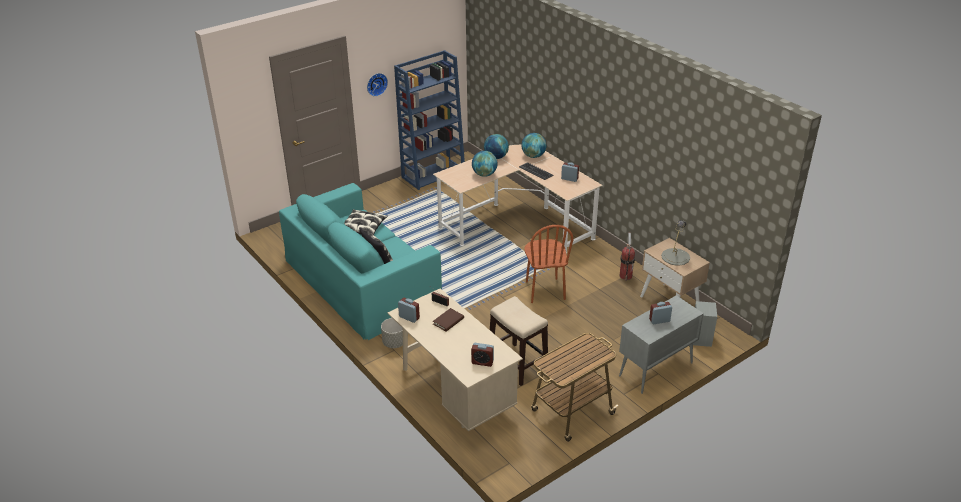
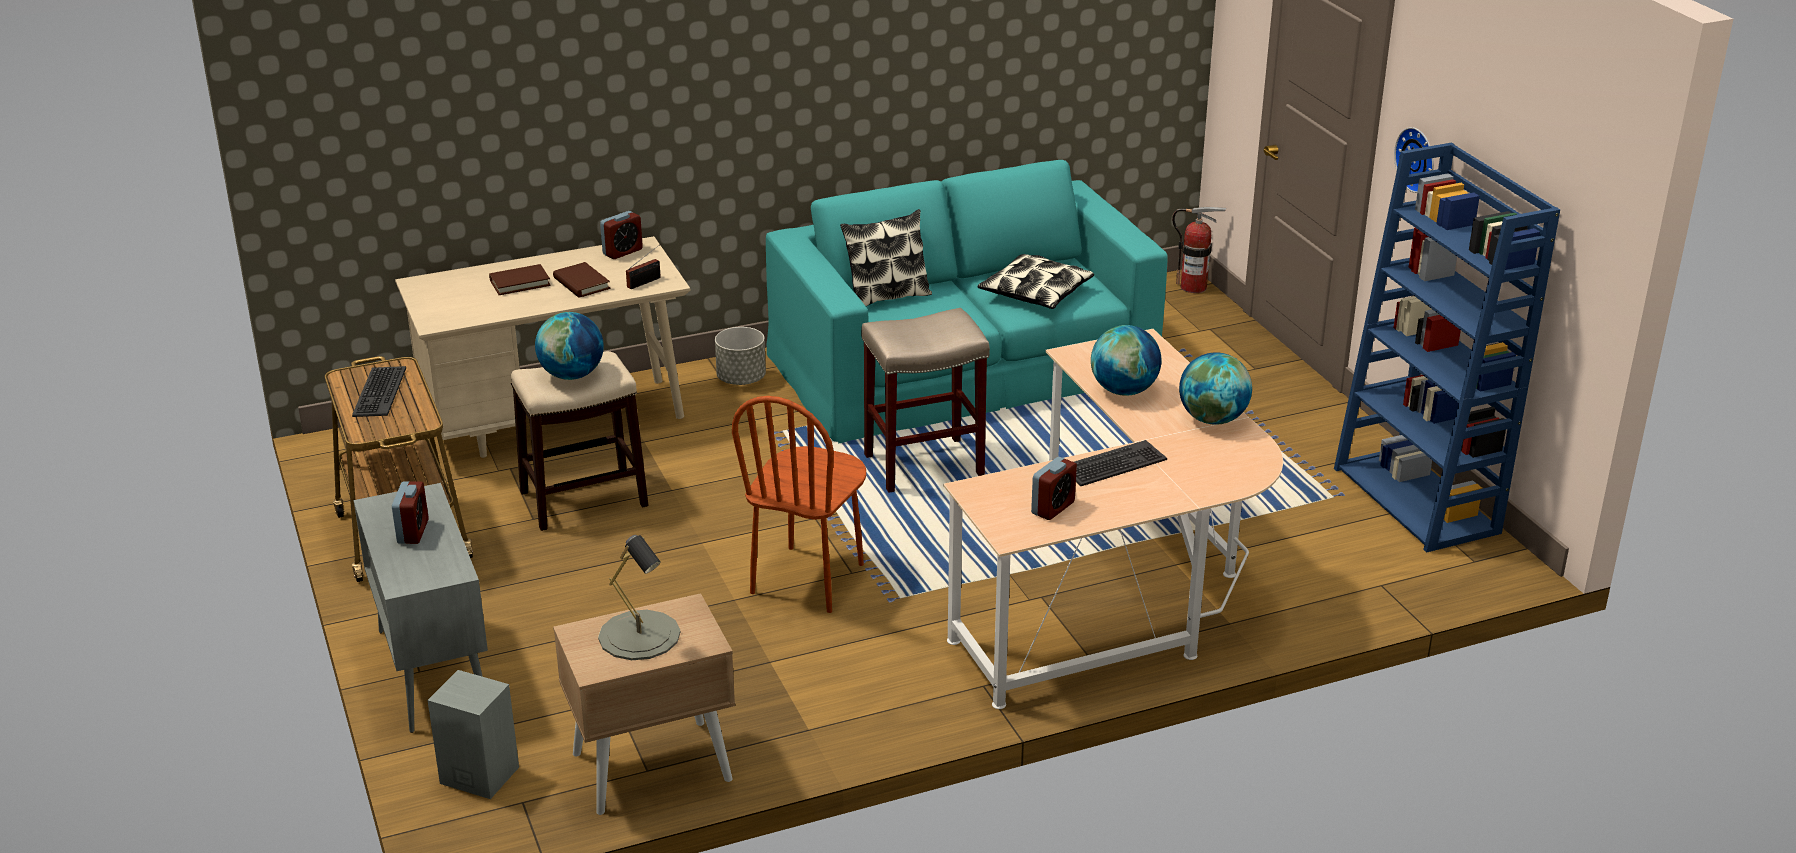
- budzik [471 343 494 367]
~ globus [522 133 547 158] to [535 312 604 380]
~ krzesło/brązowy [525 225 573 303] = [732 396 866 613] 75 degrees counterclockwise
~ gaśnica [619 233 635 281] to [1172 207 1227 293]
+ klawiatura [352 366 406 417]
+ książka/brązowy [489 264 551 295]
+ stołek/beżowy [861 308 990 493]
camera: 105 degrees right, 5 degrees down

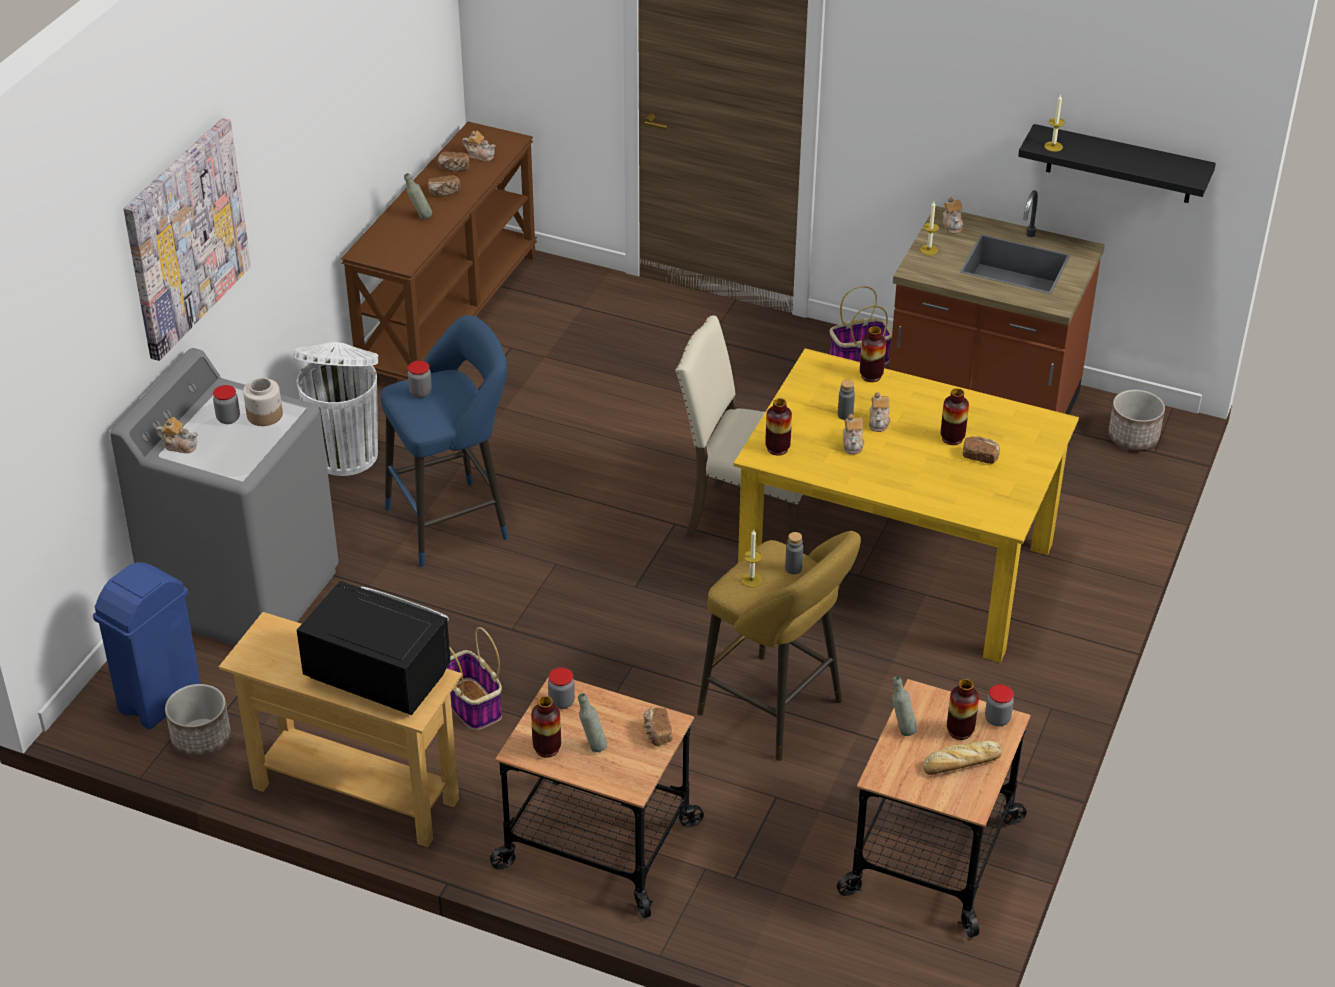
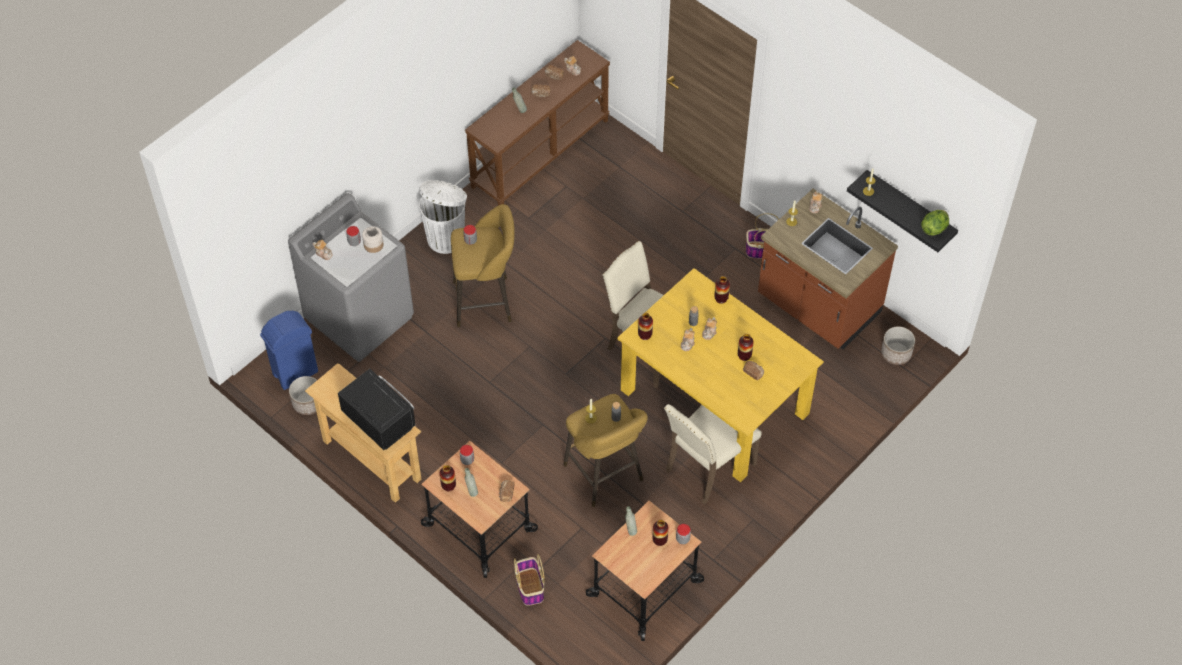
- obraz [123 118 251 361]
~ stołek/niebieski [381 315 509 567] to stołek/żółty [451 204 515 327]
~ koszyk [447 627 502 730] to [514 554 545 606]
- chleb [923 740 1002 775]
+ krzesło/beżowy [664 404 762 504]
+ sałata [921 210 949 236]
camera: 20 degrees right, 15 degrees up

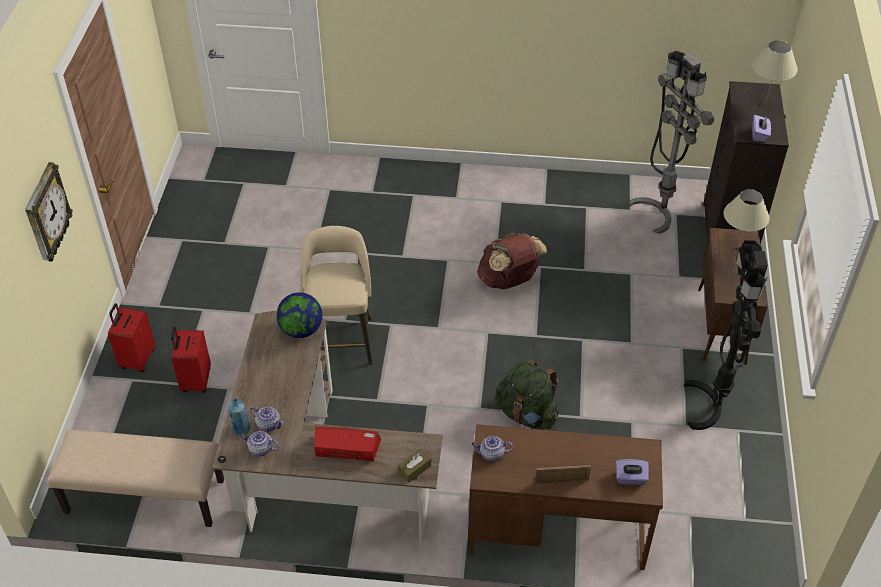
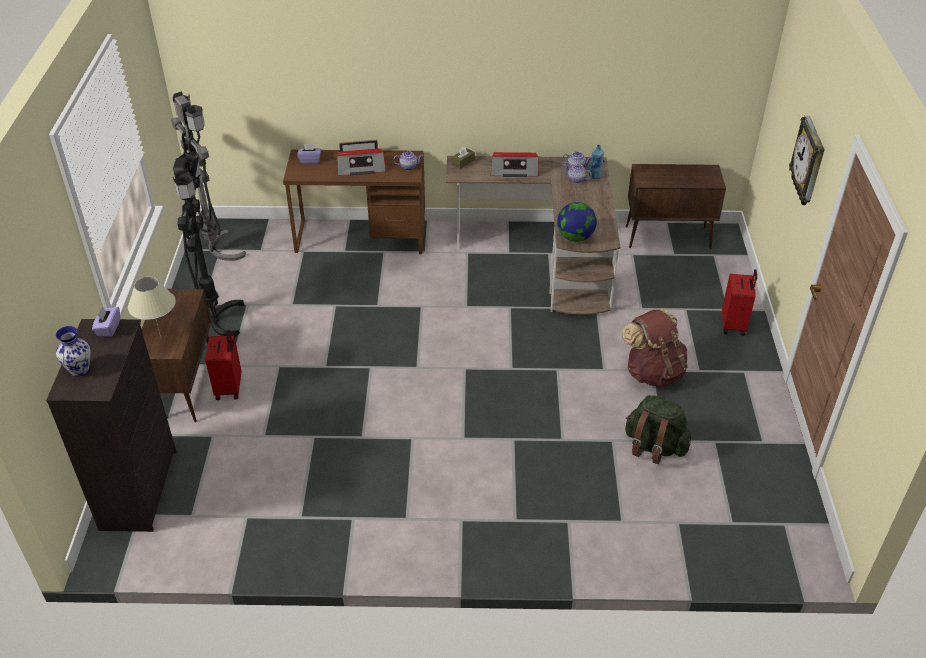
~ ławka/beżowy [47 430 224 527] to szafka/brązowy [626 164 726 249]
~ walizka/czerwony [171 327 211 393] to [205 330 241 400]
- stołek/beżowy [300 226 372 365]
~ plecak/brązowy [477 233 547 290] to [622 308 687 387]
~ plecak/zielony [495 360 559 429] to [625 395 691 464]
~ lampa stojąca/szary [629 51 714 234] to [171 91 246 261]
~ lampa stołowa/beżowy [752 40 798 104] to wazon [56 326 90 377]
+ radio [337 148 386 176]
camera: 175 degrees right, 5 degrees down

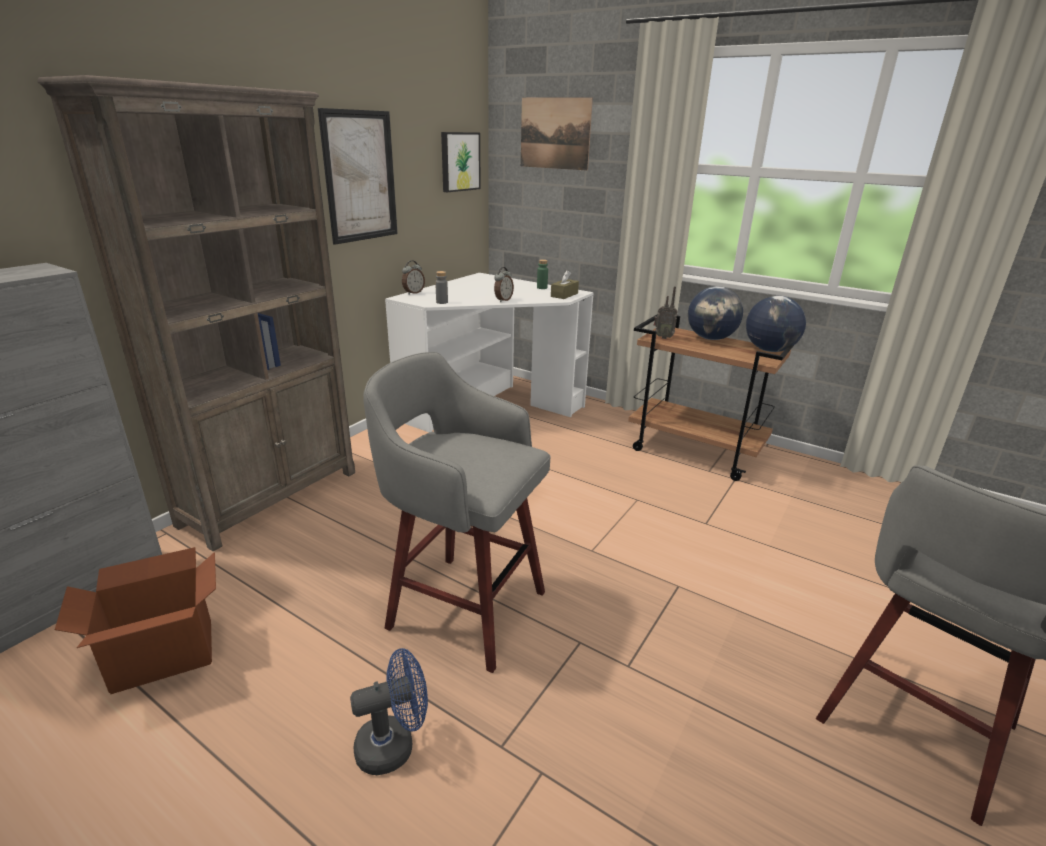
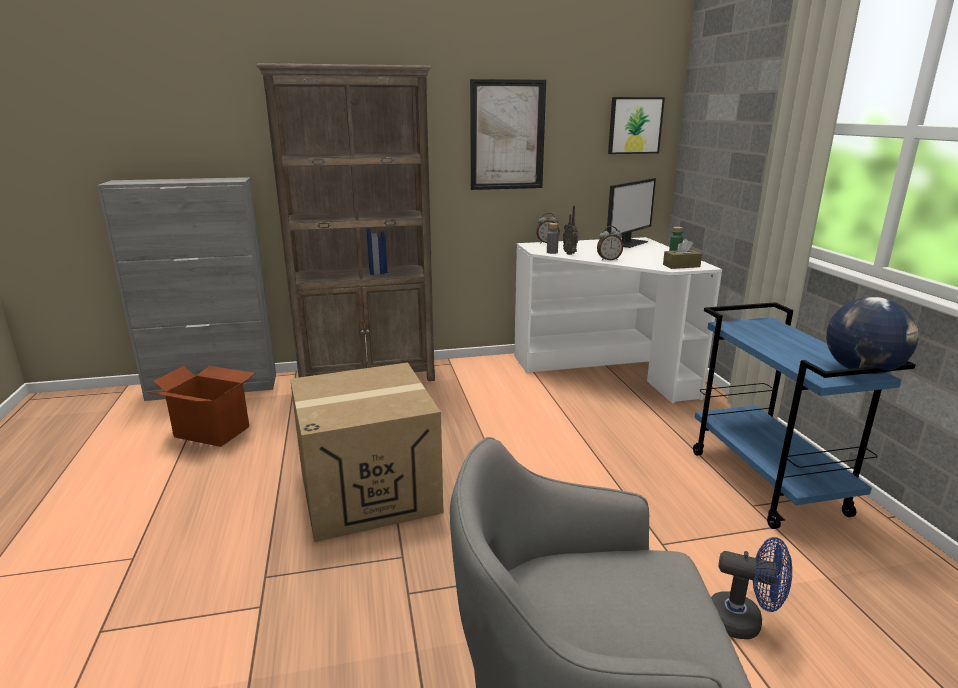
~ wentylator/niebieski [350 648 428 775] to [711 537 792 639]
~ stołek/szary [363 352 550 673] to karton [290 363 443 542]
- obraz [521 97 593 171]
~ wózek/brązowy [628 315 793 481] to wózek/niebieski [693 302 916 529]
~ radio [654 286 677 339] to [563 206 580 255]
- globus [688 286 743 340]
+ monitor [607 178 656 248]
camera: 45 degrees right, 5 degrees down

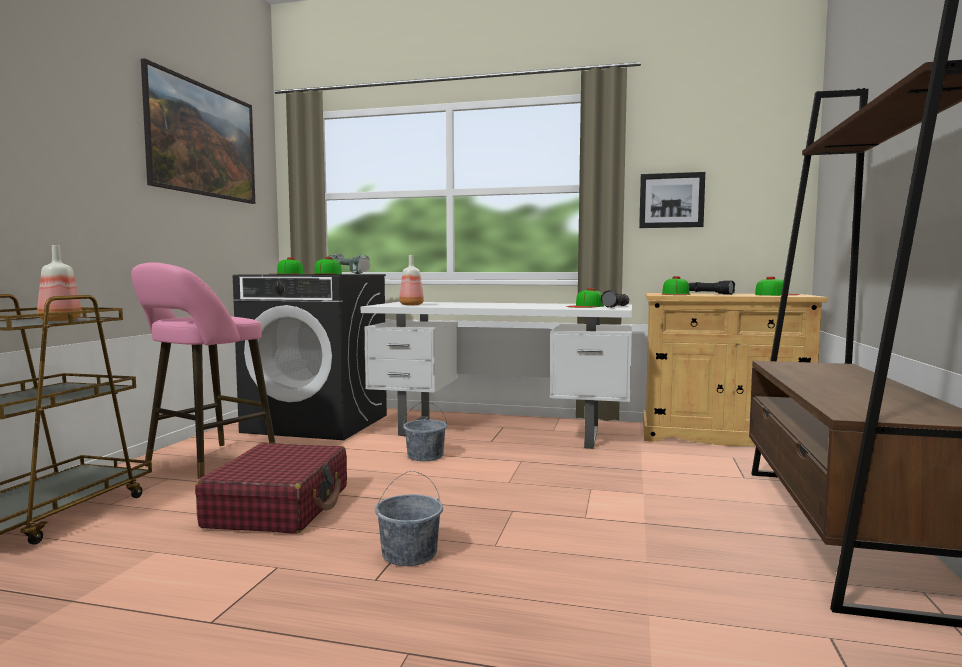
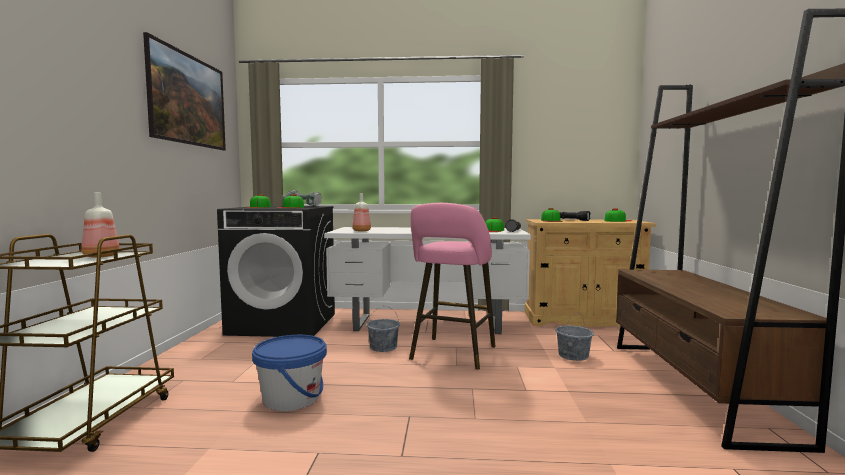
~ stołek/różowy [131 262 276 479] to [409 203 496 370]
~ walizka/czerwony [195 443 347 534] to wiadro/niebieski [252 335 327 411]
~ wiadro/szary [375 471 443 566] to [555 312 594 361]
- obraz [639 172 705 228]
camera: 10 degrees left, 0 degrees up

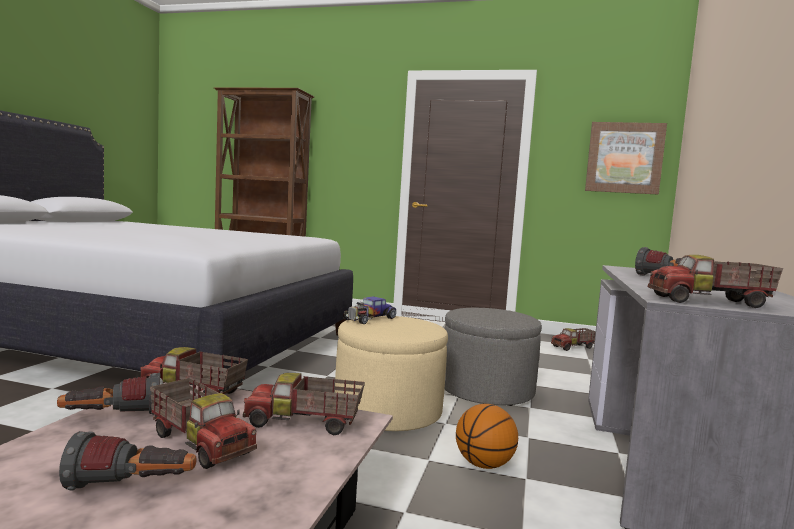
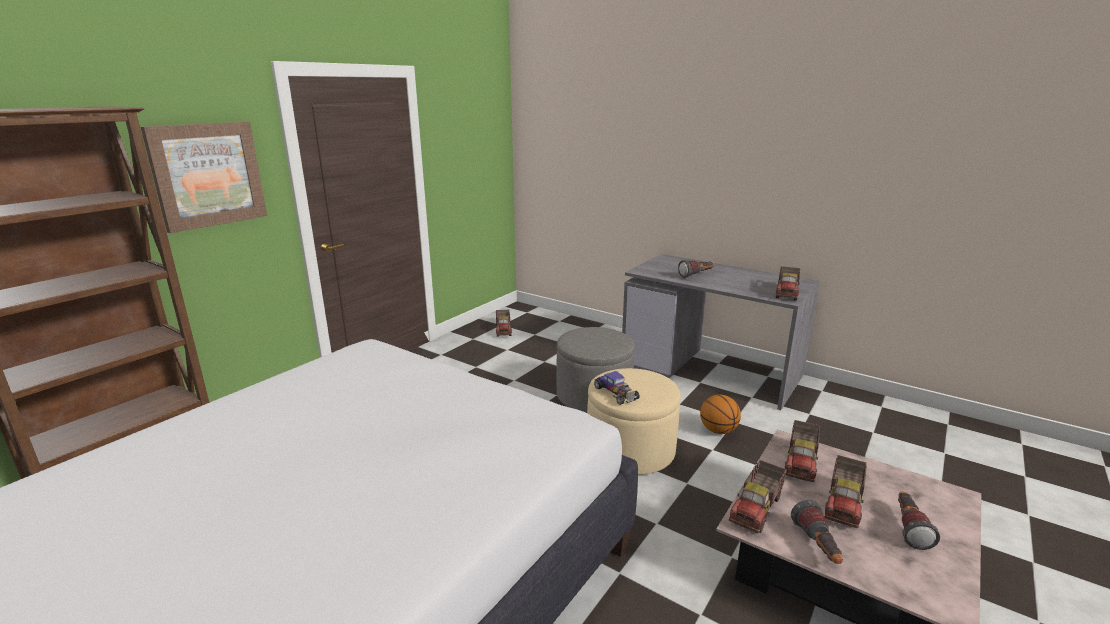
~ ciężarówka zabawkowa [150 378 257 469] = [825 455 867 528] 150 degrees clockwise
~ obraz [585 122 667 195] to [141 122 267 233]
camera: 70 degrees left, 15 degrees up

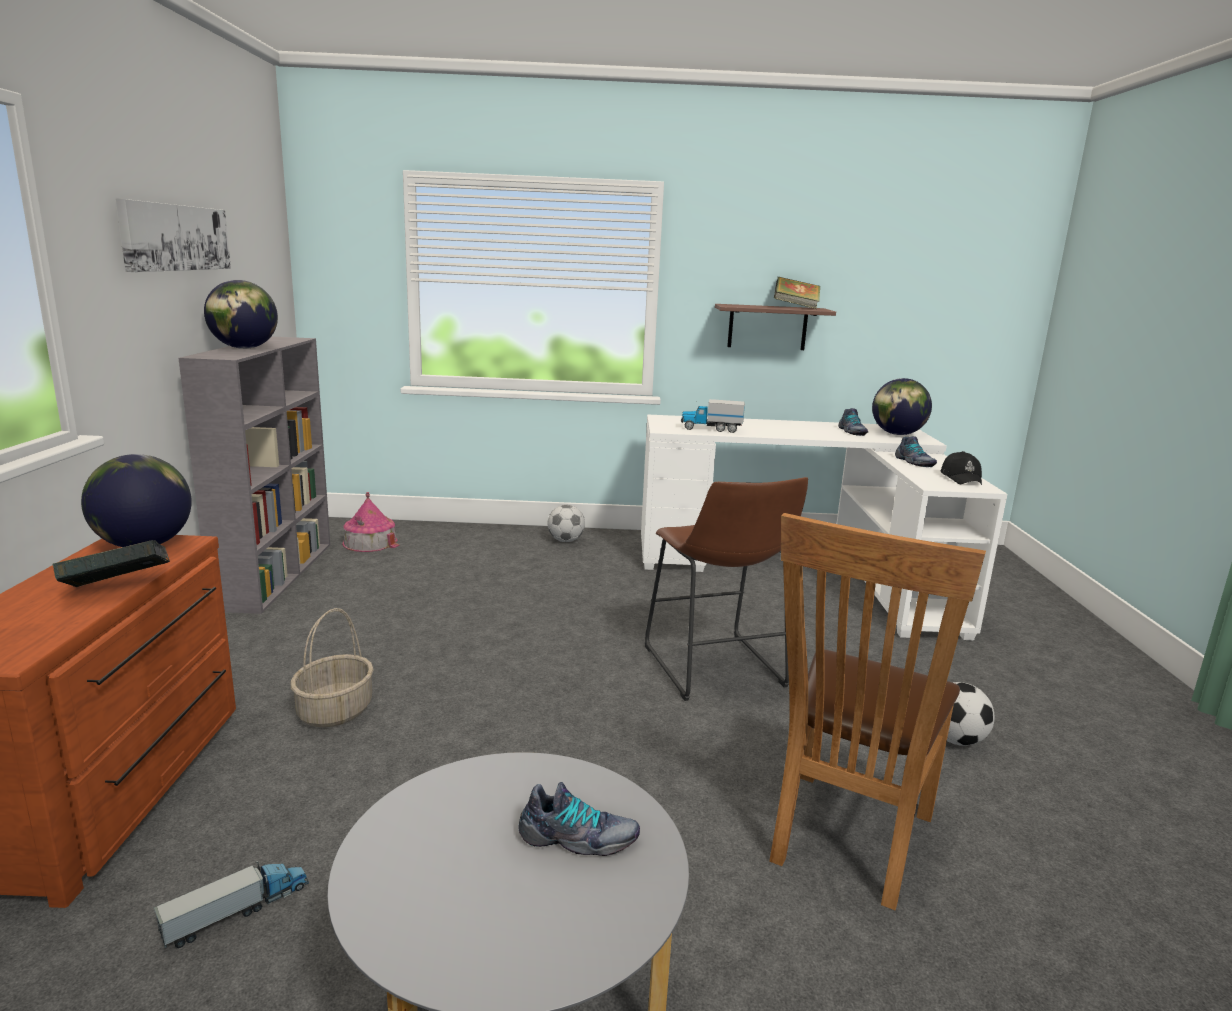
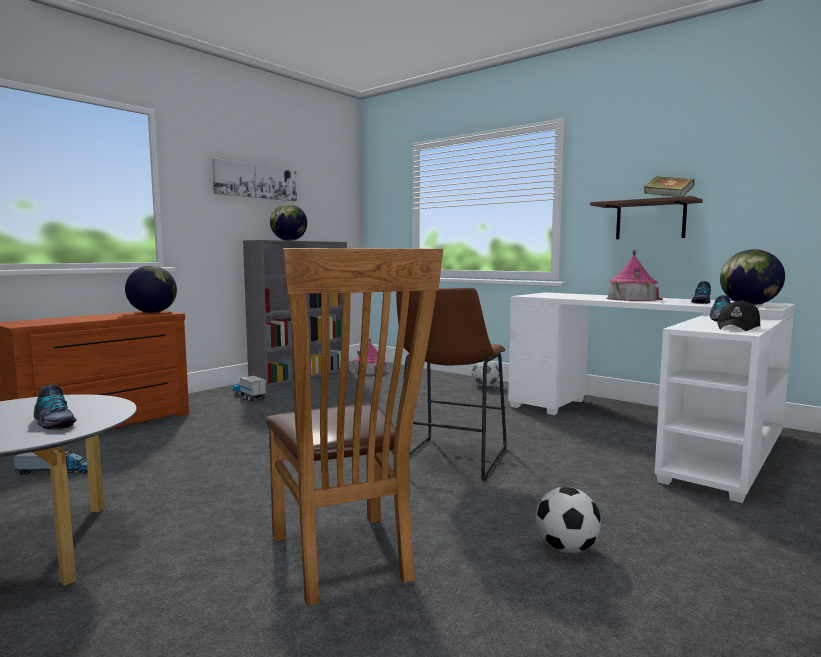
- książka [52 540 170 587]
- koszyk [290 608 373 727]
~ ciężarówka zabawkowa [681 399 745 433] to [233 376 266 401]
~ krzesło/brązowy [769 513 986 910] = [265 248 443 606] 90 degrees counterclockwise
+ domek [606 250 663 301]
camera: 40 degrees right, 10 degrees down

